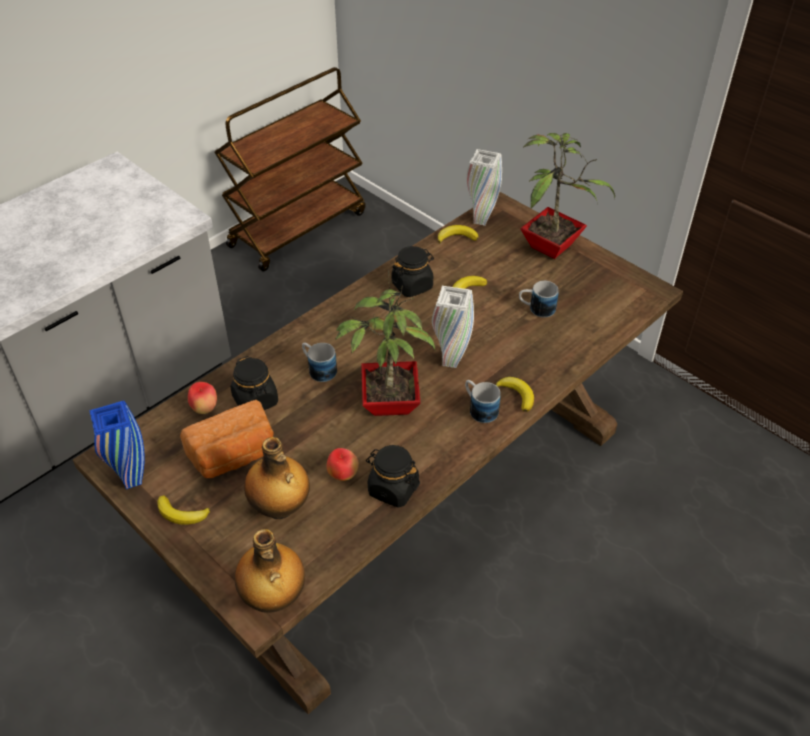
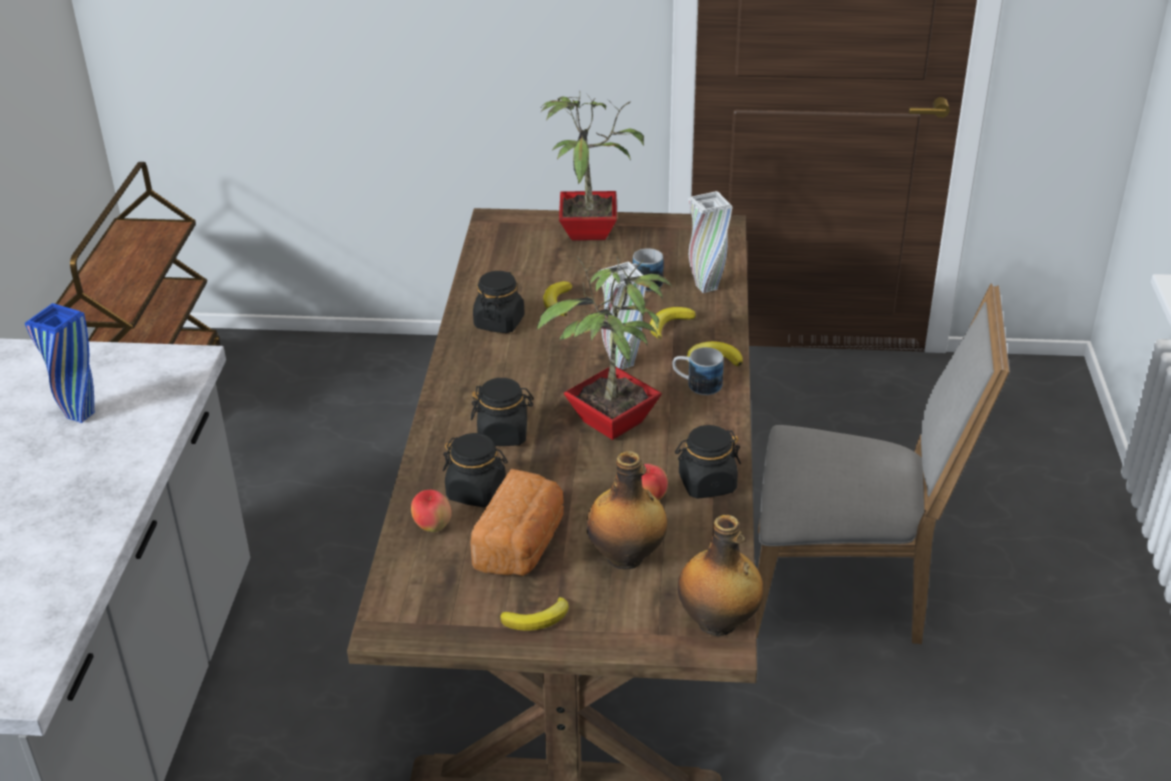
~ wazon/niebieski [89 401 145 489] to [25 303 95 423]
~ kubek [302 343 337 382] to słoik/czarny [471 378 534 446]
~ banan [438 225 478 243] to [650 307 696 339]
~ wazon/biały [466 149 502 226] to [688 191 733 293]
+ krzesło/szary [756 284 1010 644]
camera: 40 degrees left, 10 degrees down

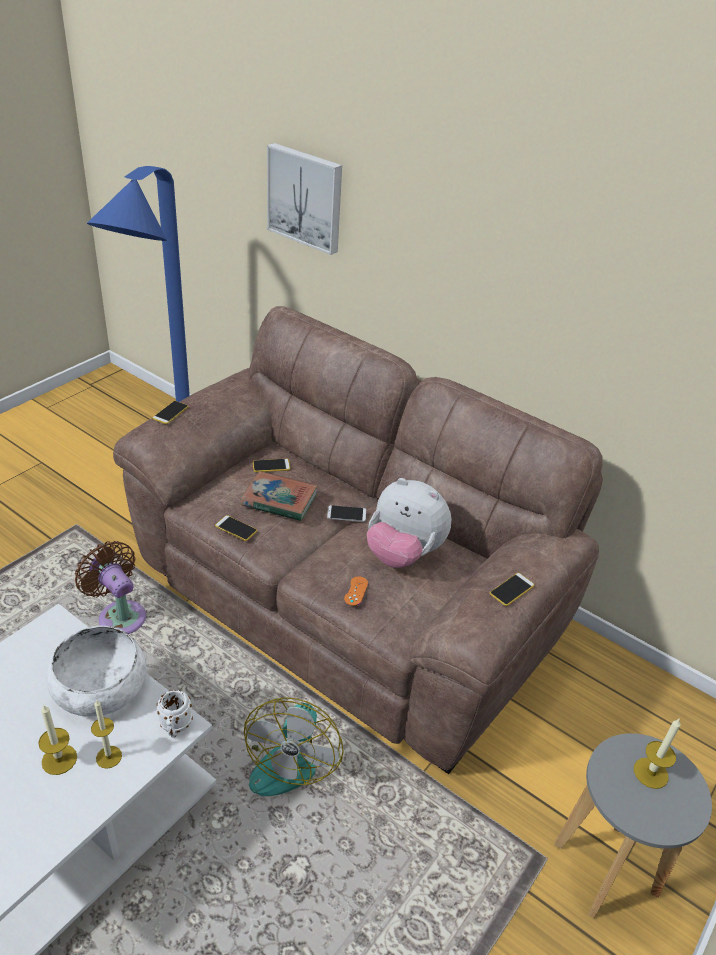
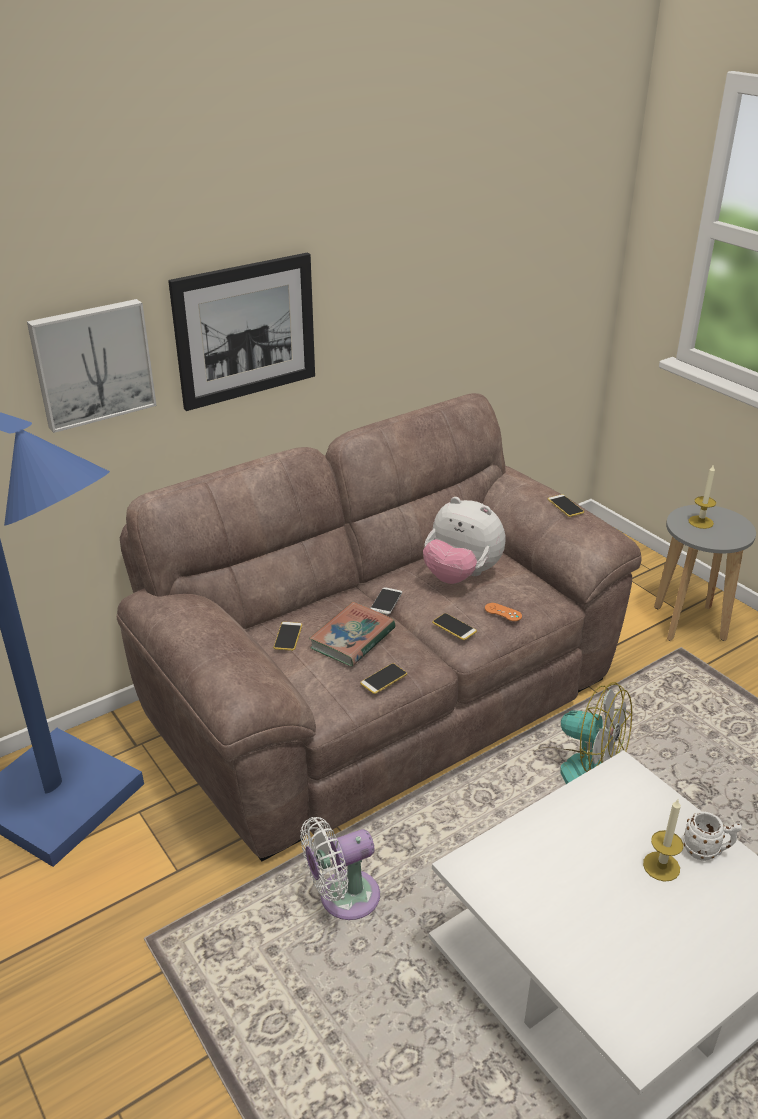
- miska/biały [47 626 147 716]
~ wentylator/brązowy [75 541 146 634] to wentylator/biały [300 817 380 920]
- świeca [91 700 122 769]
~ telefon [152 401 189 424] to [432 613 477 640]
~ kubek/biały [157 690 193 738] to [683 812 742 861]
~ pluszak [367 478 452 568] = [423 497 505 584] 75 degrees clockwise
+ obraz [168 253 315 411]
camera: 70 degrees left, 5 degrees down

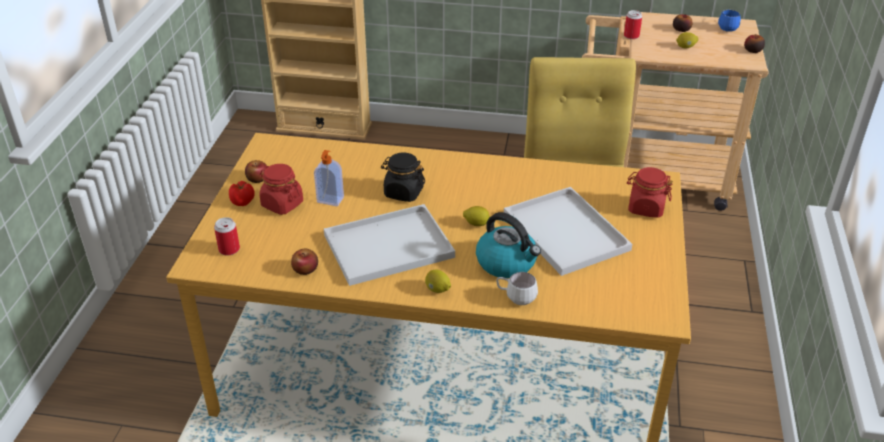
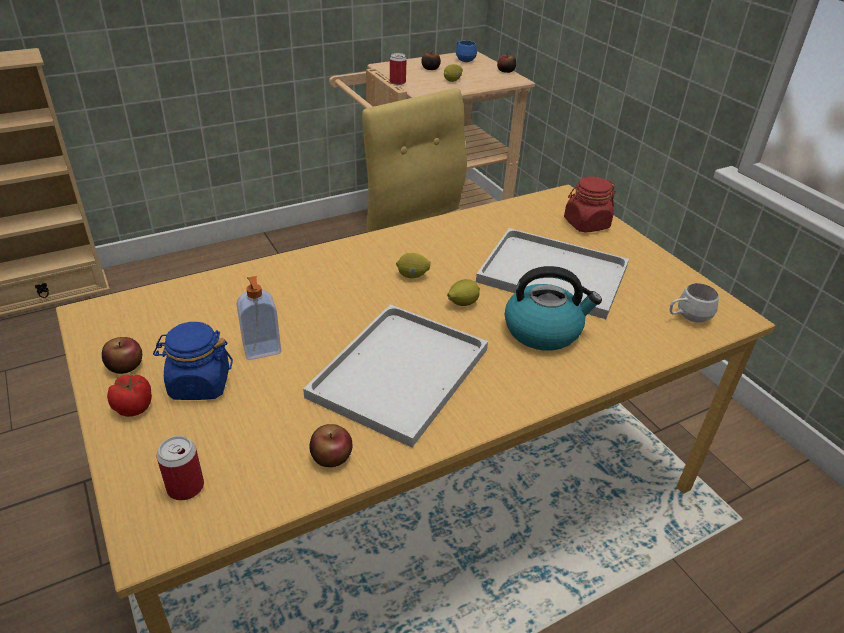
~ słoik/czerwony [259 164 303 215] to słoik/niebieski [153 322 233 400]
- słoik/czarny [381 152 425 202]
~ cytryna [425 269 451 293] to [396 253 431 278]
~ kubek/biały [496 272 538 305] to [670 283 719 323]
camera: 40 degrees left, 0 degrees up

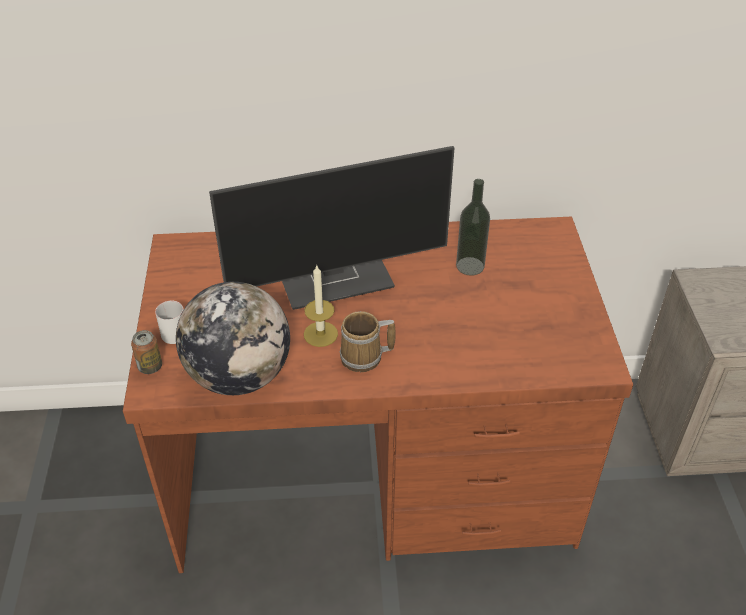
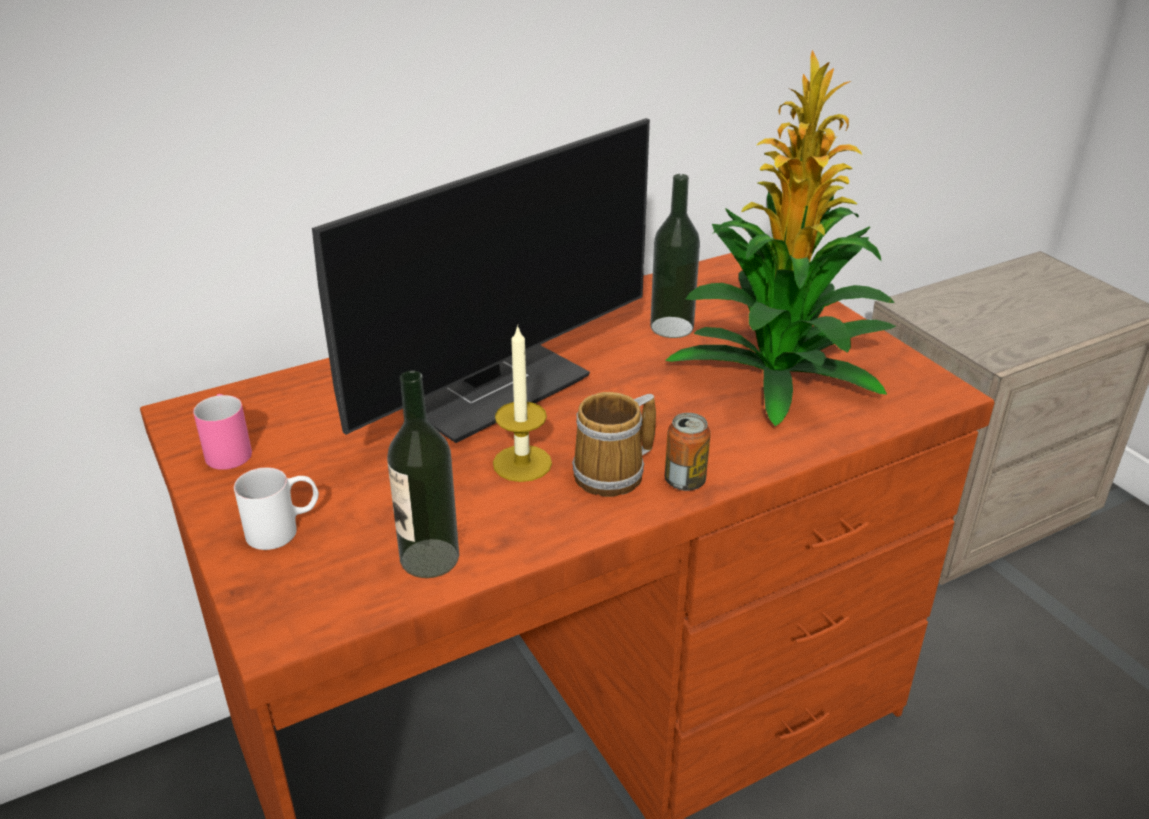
~ puszka [131 330 162 374] to [665 413 711 491]
~ globus [176 282 290 395] to butelka [387 371 459 578]
+ kubek/różowy [193 394 252 470]
+ roślina doniczkowa [665 50 896 426]
camera: 25 degrees left, 10 degrees down

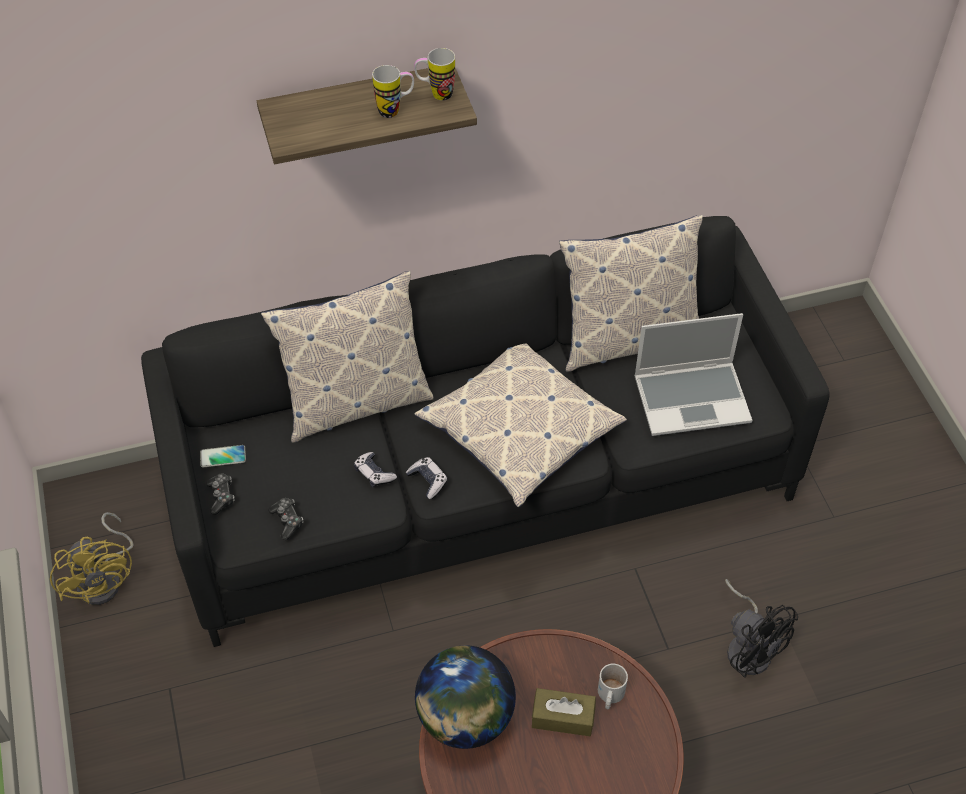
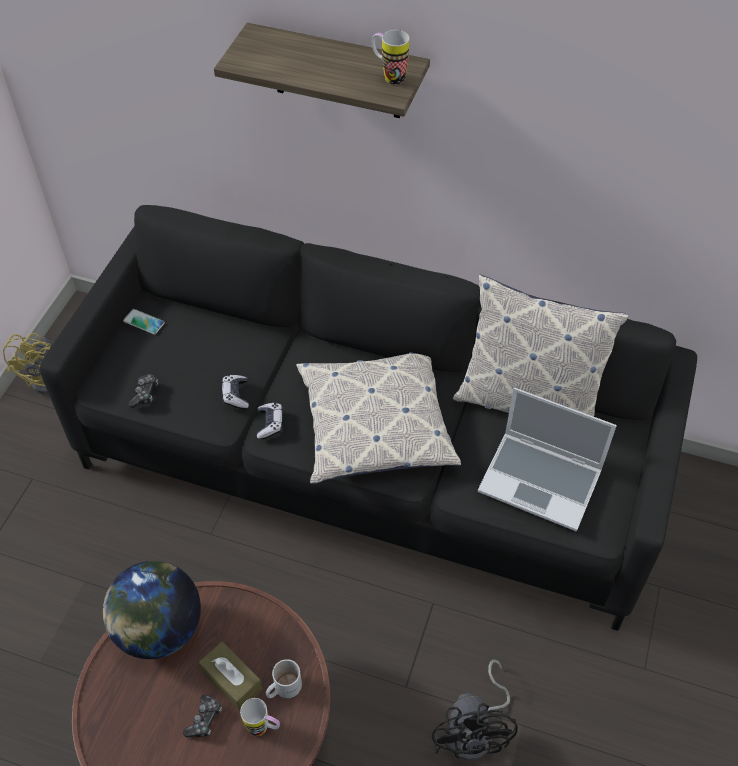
~ pad do gier [206 473 235 515] to [183 695 222 737]
- poduszka [261 271 433 443]
~ kubek [372 65 414 118] to [240 698 280 736]
camera: 35 degrees right, 0 degrees up

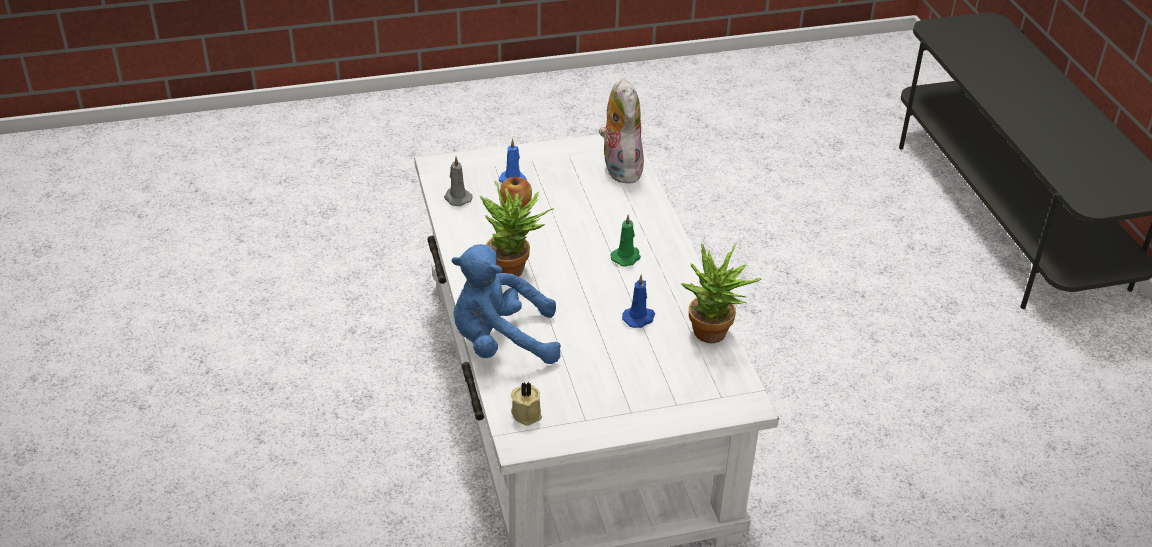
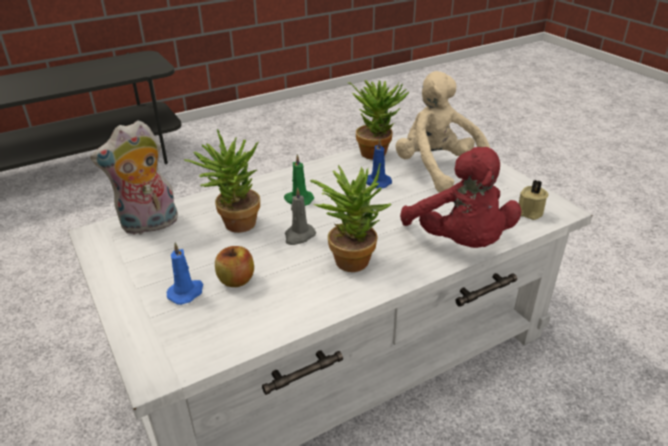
~ świeca/szary [444 156 472 206] to [285 187 316 245]
~ pluszak/niebieski [452 244 561 364] to pluszak/czerwony [400 147 521 248]
+ roślina doniczkowa [183 129 260 233]
+ pluszak/beżowy [395 71 490 193]
camera: 105 degrees left, 5 degrees down

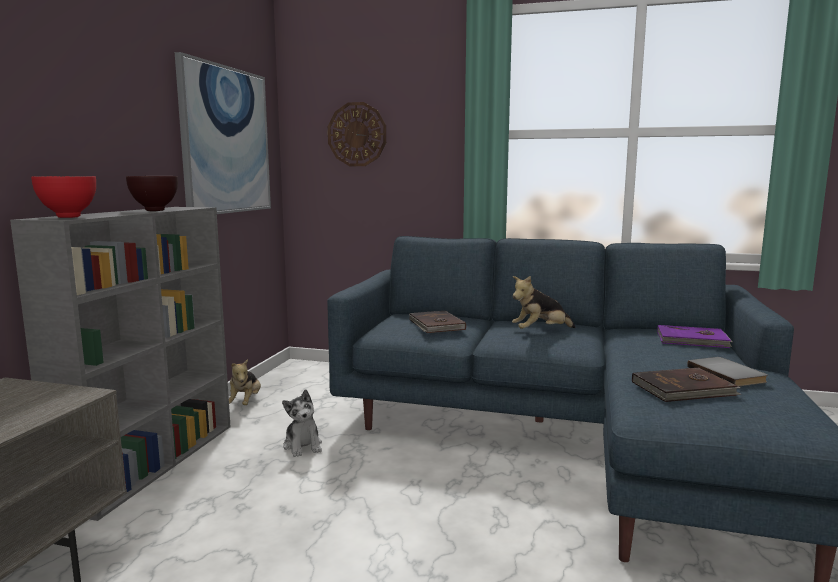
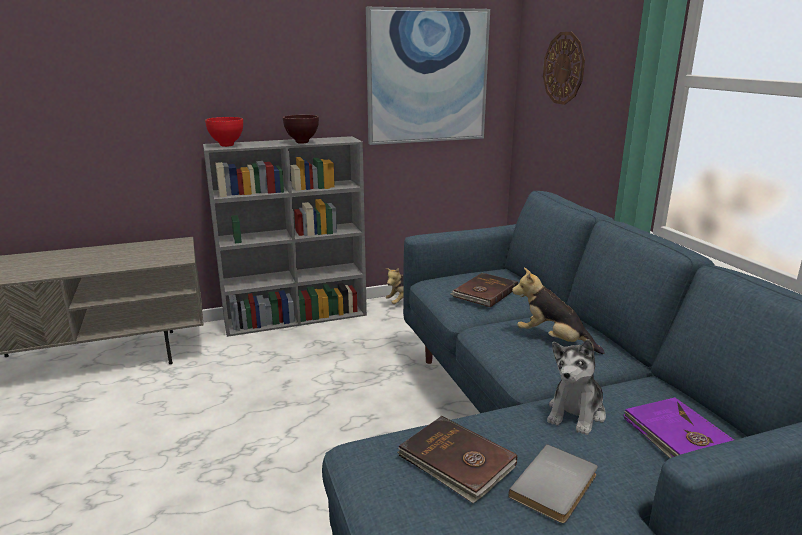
~ pluszak [282 389 322 457] to [547 339 606 435]
camera: 55 degrees right, 10 degrees up

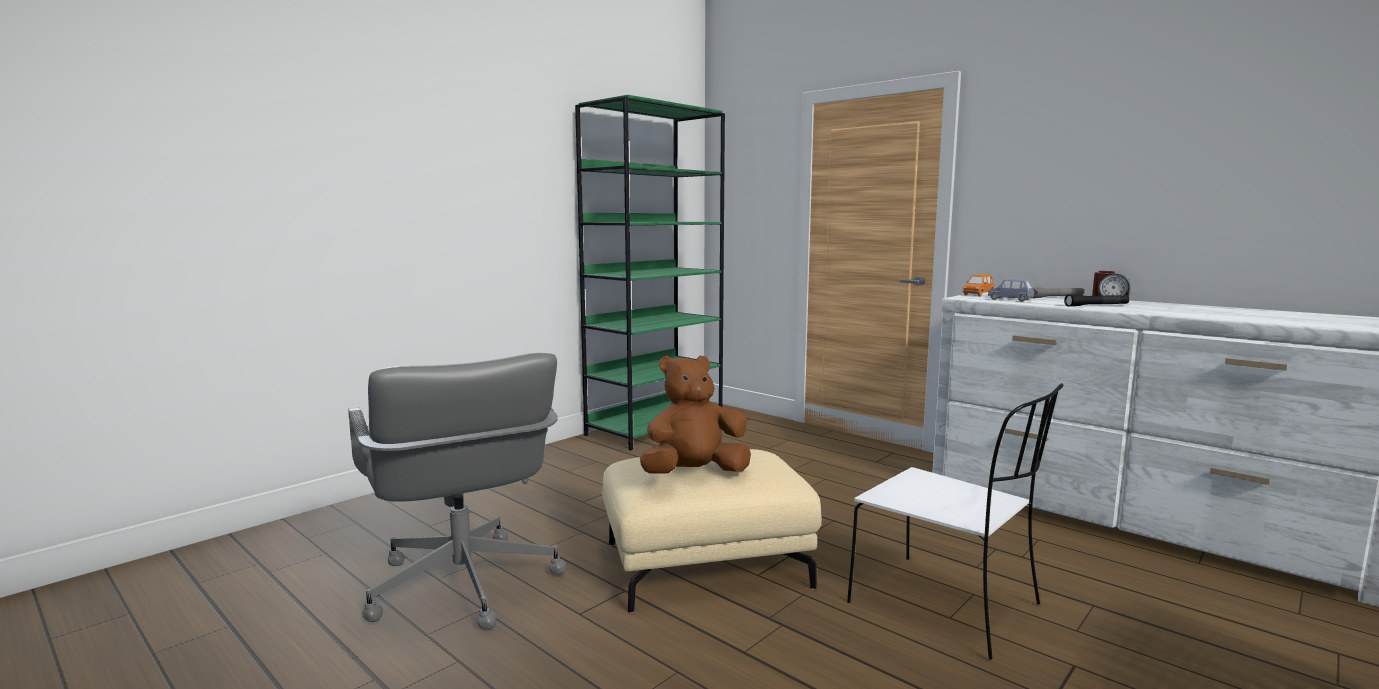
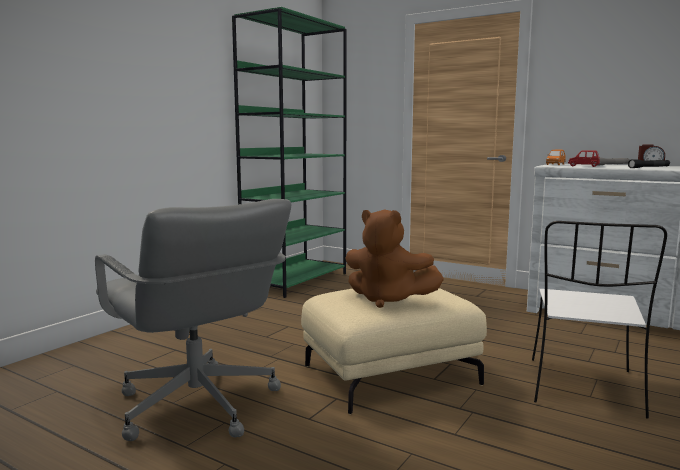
~ pluszak/brązowy [640 355 751 474] = [345 209 444 308] 120 degrees counterclockwise
~ krzesło/biały [847 383 1064 660] = [532 221 667 419] 75 degrees clockwise
~ samochodzik/niebieski [988 278 1033 302] to samochodzik/czerwony [568 150 600 167]
camera: 10 degrees left, 0 degrees up

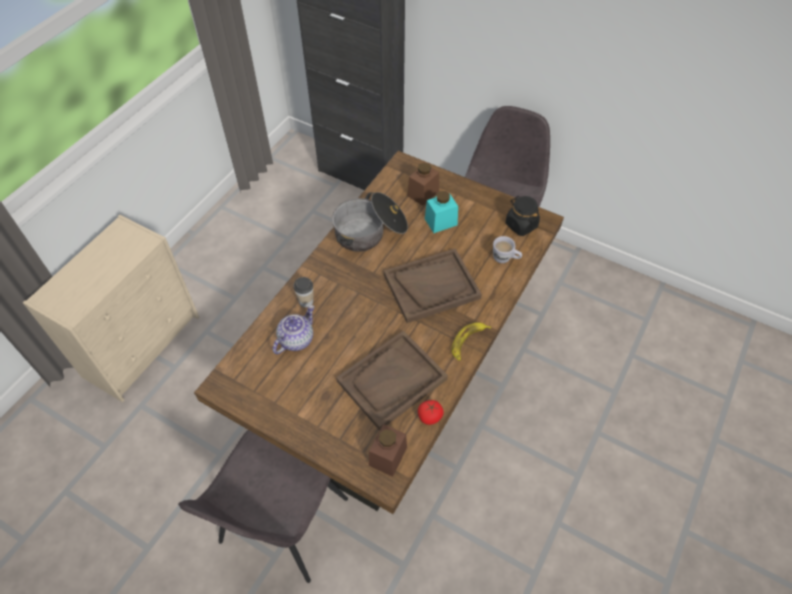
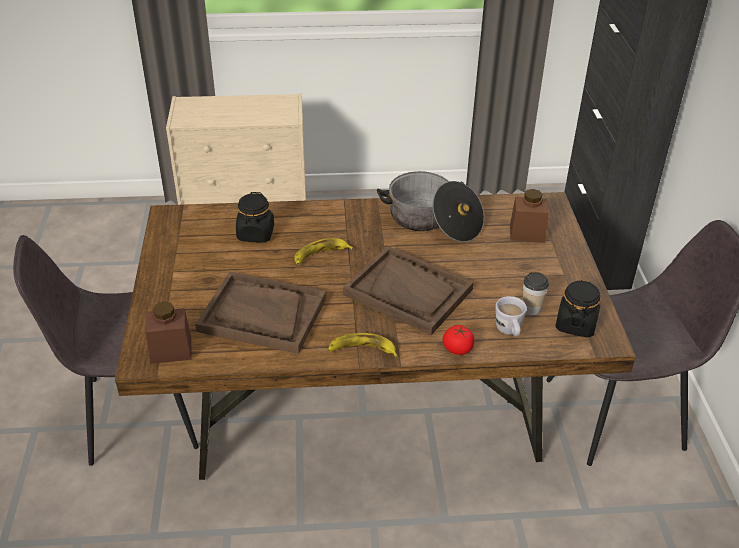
~ imbryk [273 305 315 354] to słoik/czarny [236 192 274 242]
~ filiżanka [293 277 313 308] to [522 272 549 315]
~ pomidor [418 400 444 425] to [443 325 474 355]
- słoik/turkusowy [425 191 458 233]
+ banan [294 238 354 265]
camera: 55 degrees right, 15 degrees down

